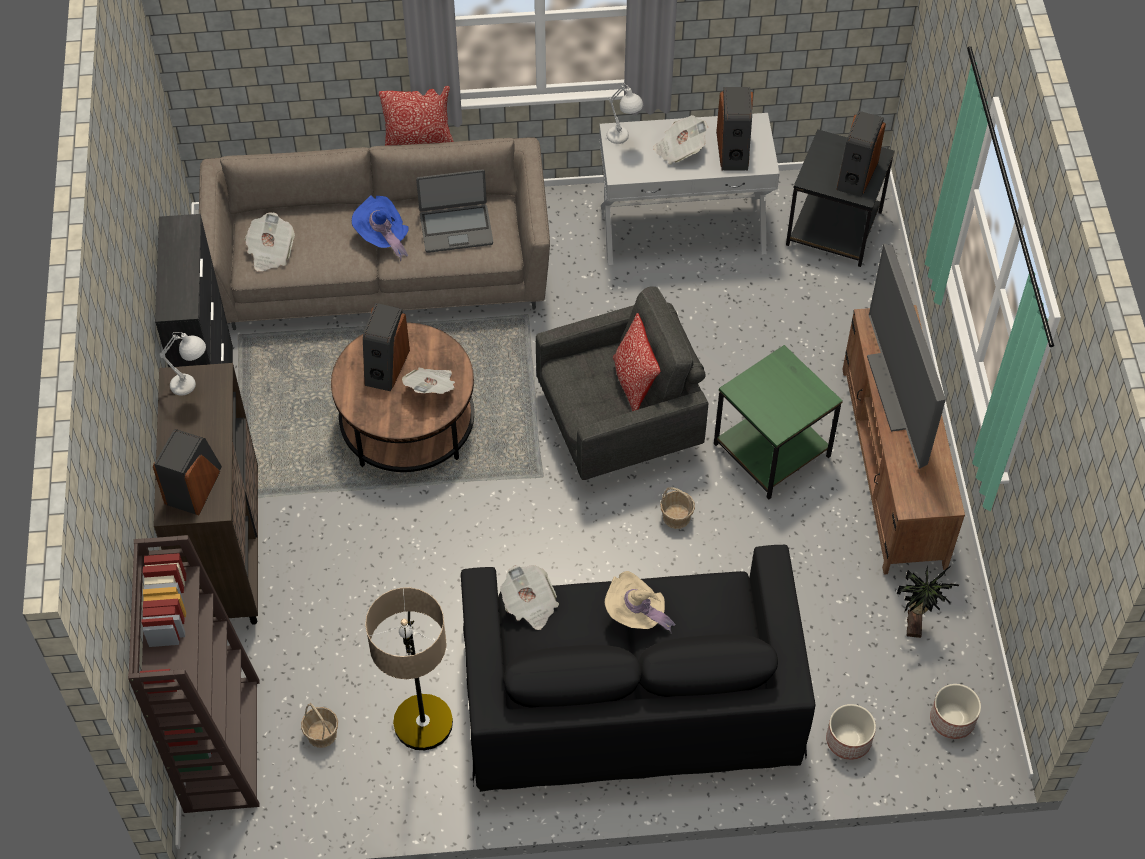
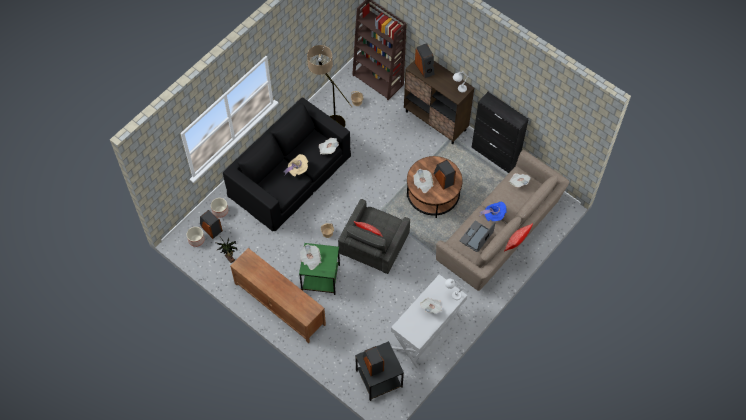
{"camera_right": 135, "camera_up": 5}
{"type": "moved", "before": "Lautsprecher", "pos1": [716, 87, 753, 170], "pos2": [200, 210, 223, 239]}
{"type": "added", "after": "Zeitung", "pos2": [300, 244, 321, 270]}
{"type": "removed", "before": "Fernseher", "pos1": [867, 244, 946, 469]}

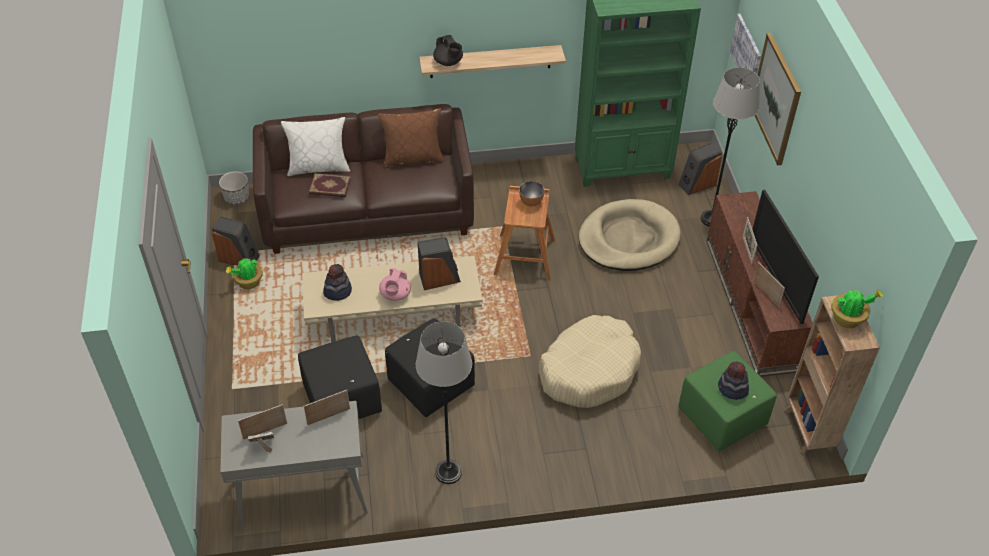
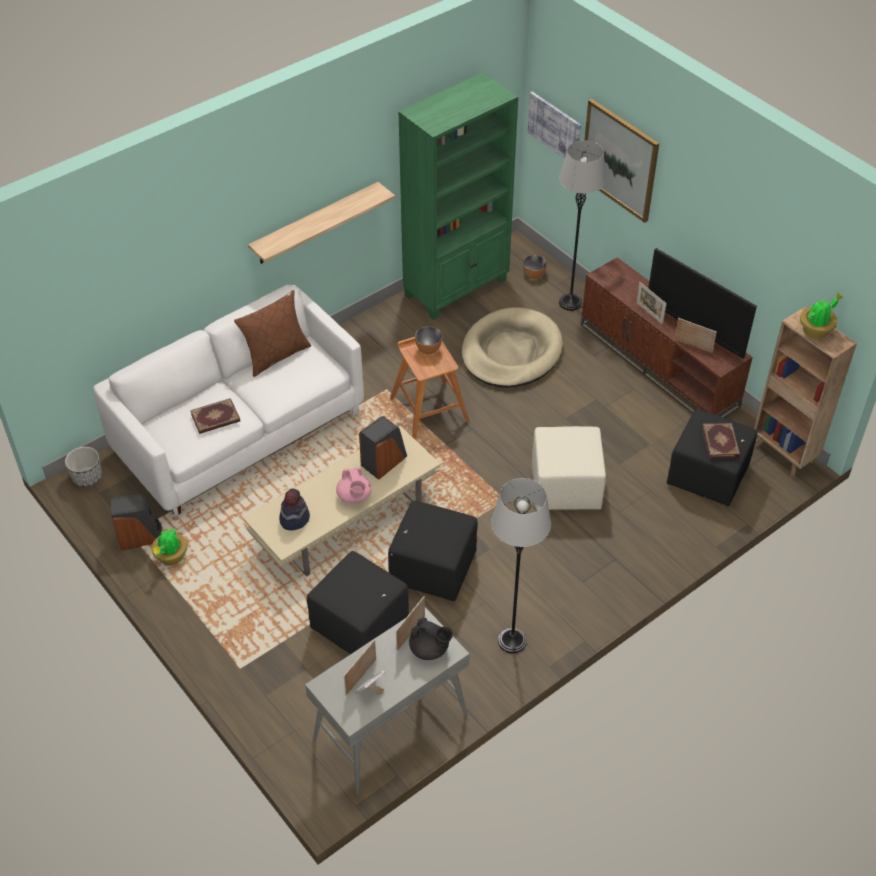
{"camera_right": -30, "camera_up": 0}
{"type": "recoloured", "before": "Sofa [braun]", "after": "Sofa [weiß]", "pos1": [253, 104, 474, 254], "pos2": [93, 285, 364, 516]}
{"type": "moved", "before": "Teekanne [schwarz]", "pos1": [433, 35, 463, 66], "pos2": [409, 618, 453, 660]}
{"type": "replaced", "before": "Lautsprecher", "after": "Schüssel", "pos1": [678, 142, 722, 195], "pos2": [523, 255, 547, 279]}
{"type": "replaced", "before": "Hundebett [beige]", "after": "Polsterhocker [beige]", "pos1": [539, 315, 641, 408], "pos2": [532, 426, 606, 510]}
{"type": "recoloured", "before": "Polsterhocker [grün]", "after": "Polsterhocker [schwarz]", "pos1": [678, 351, 777, 452], "pos2": [667, 409, 757, 506]}
{"type": "replaced", "before": "Hut", "after": "Buch", "pos1": [718, 361, 749, 400], "pos2": [702, 423, 740, 459]}
{"type": "removed", "before": "Kissen [weiß]", "pos1": [281, 117, 350, 176]}

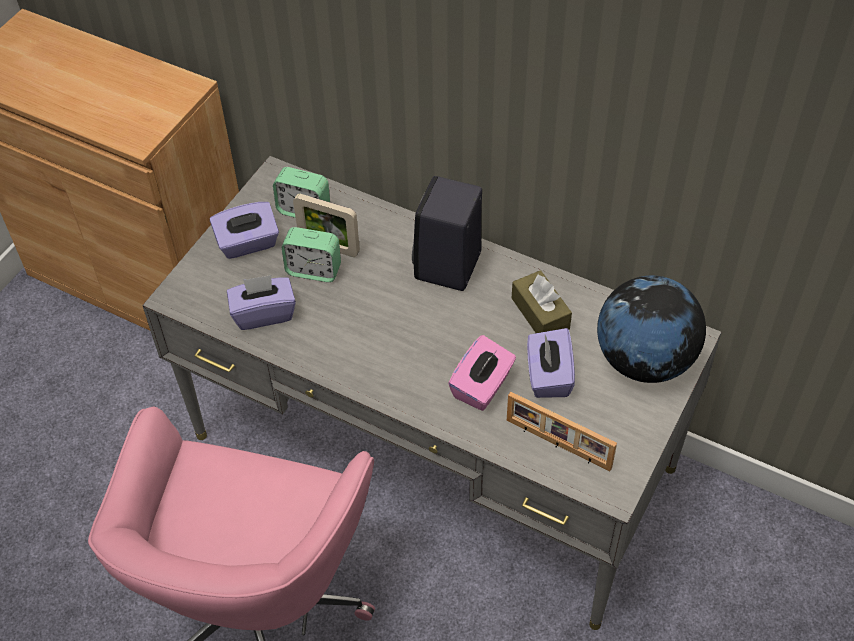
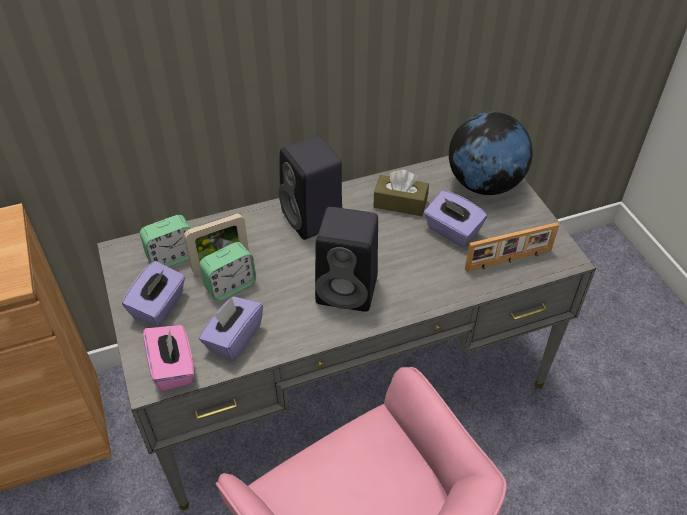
{"camera_right": -50, "camera_up": -5}
{"type": "moved", "before": "Taschentuchbox [rosa]", "pos1": [448, 335, 516, 411], "pos2": [143, 325, 194, 392]}
{"type": "added", "after": "Lautsprecher [schwarz]", "pos2": [315, 207, 378, 312]}

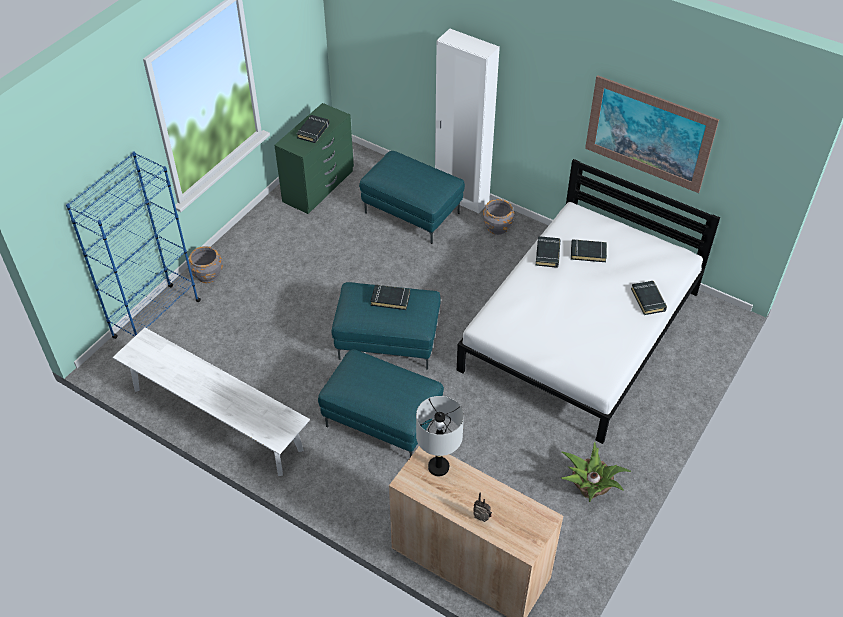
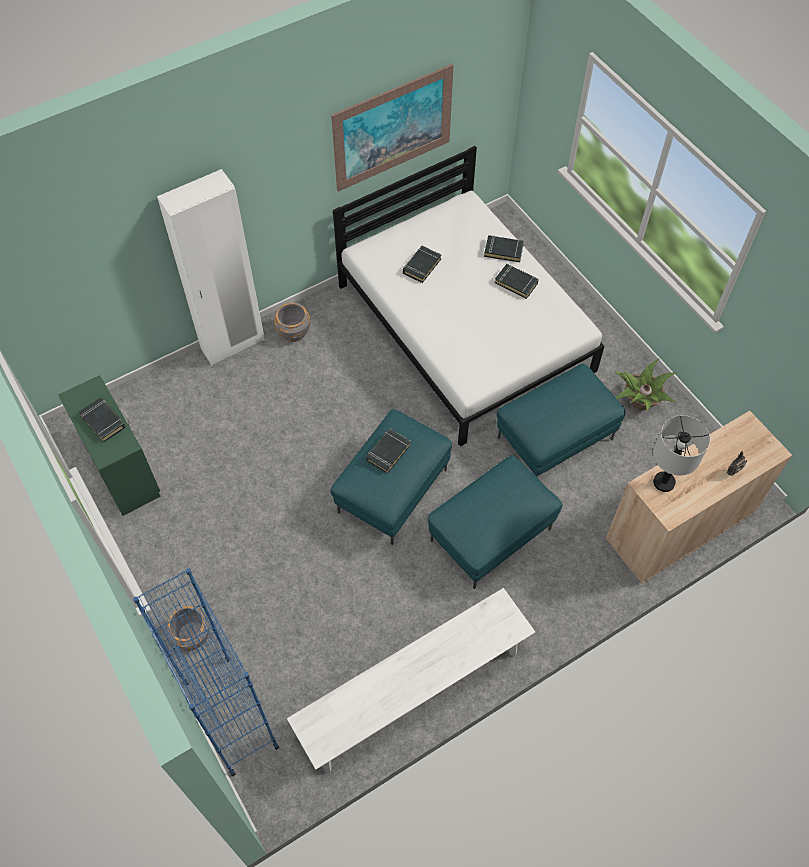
{"camera_right": -65, "camera_up": 10}
{"type": "moved", "before": "Buch [schwarz]", "pos1": [535, 236, 561, 268], "pos2": [495, 264, 539, 299]}
{"type": "moved", "before": "Polsterhocker [türkis]", "pos1": [359, 151, 465, 244], "pos2": [497, 363, 626, 477]}

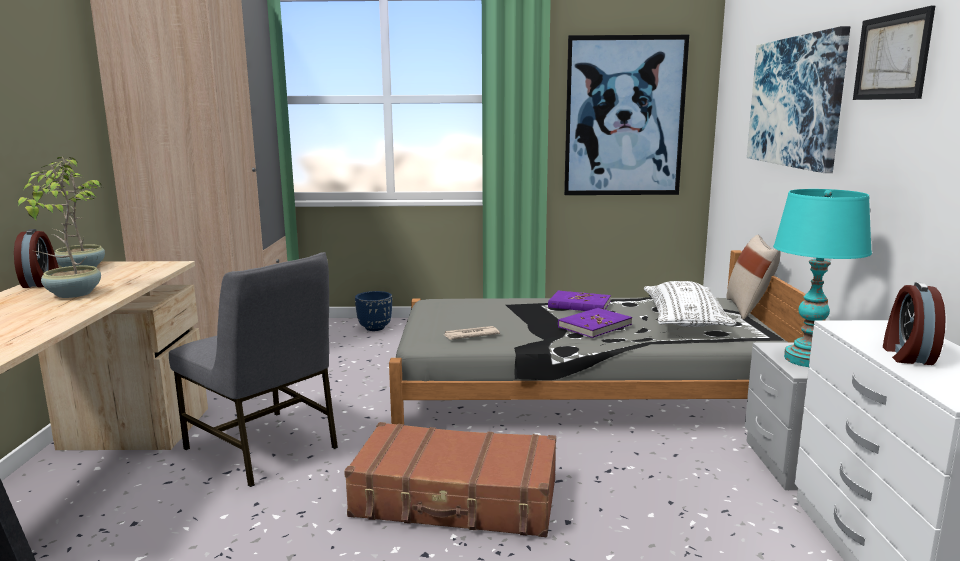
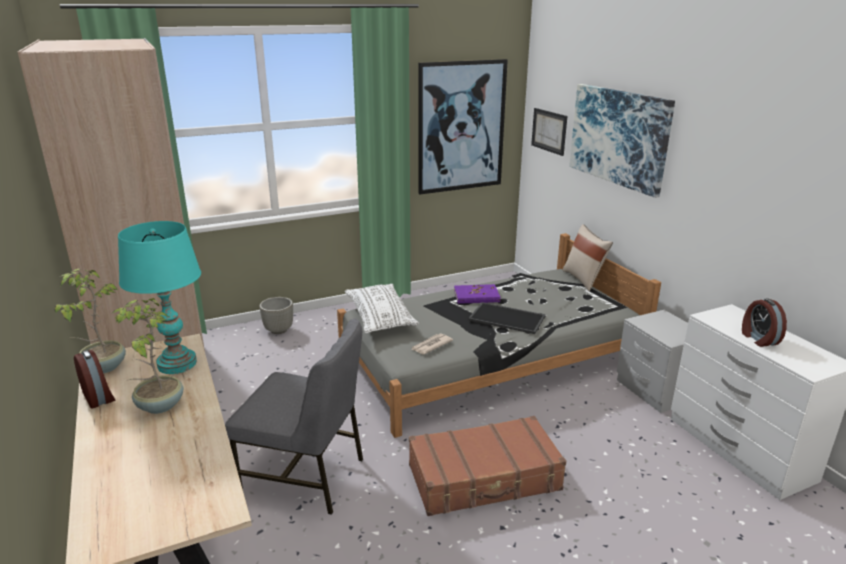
{"camera_right": -25, "camera_up": 10}
{"type": "moved", "before": "Tischlampe [türkis]", "pos1": [773, 189, 872, 367], "pos2": [118, 221, 201, 374]}
{"type": "recoloured", "before": "Pflanzkübel [blau]", "after": "Pflanzkübel [grau]", "pos1": [355, 291, 392, 331], "pos2": [259, 297, 293, 334]}
{"type": "moved", "before": "Kissen [weiß]", "pos1": [644, 281, 737, 327], "pos2": [345, 284, 419, 334]}
{"type": "replaced", "before": "Buch [lila]", "after": "Tablett", "pos1": [558, 308, 632, 338], "pos2": [468, 302, 546, 334]}
{"type": "moved", "before": "Bild", "pos1": [853, 6, 935, 100], "pos2": [531, 108, 567, 156]}

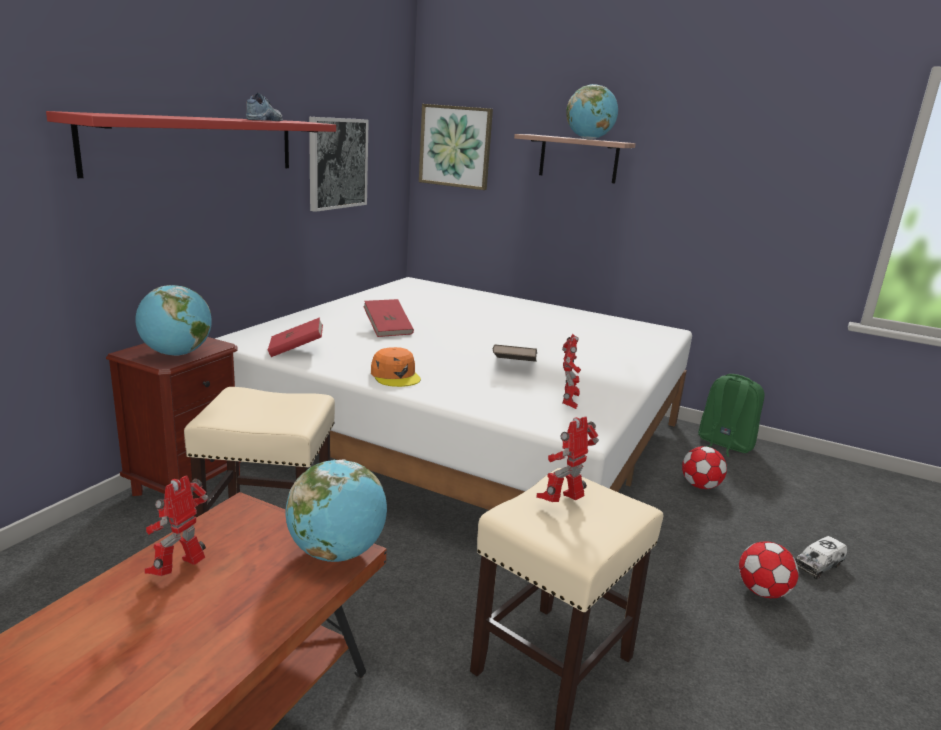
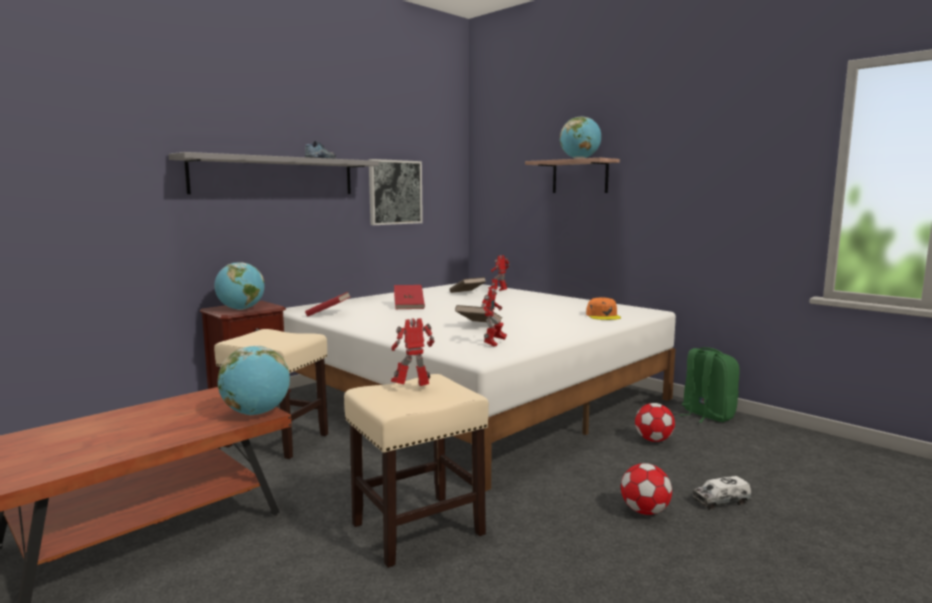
{"camera_right": 20, "camera_up": -10}
{"type": "recoloured", "before": "Wandregal [rot]", "after": "Wandregal [grau]", "pos1": [46, 111, 336, 178], "pos2": [169, 152, 379, 194]}
{"type": "added", "after": "Buch [braun]", "pos2": [450, 277, 486, 293]}
{"type": "moved", "before": "Spielzeugroboter", "pos1": [145, 475, 209, 576], "pos2": [488, 255, 510, 291]}
{"type": "moved", "before": "Kappe [orange]", "pos1": [371, 347, 421, 387], "pos2": [586, 297, 621, 320]}
{"type": "removed", "before": "Bild", "pos1": [419, 104, 493, 190]}

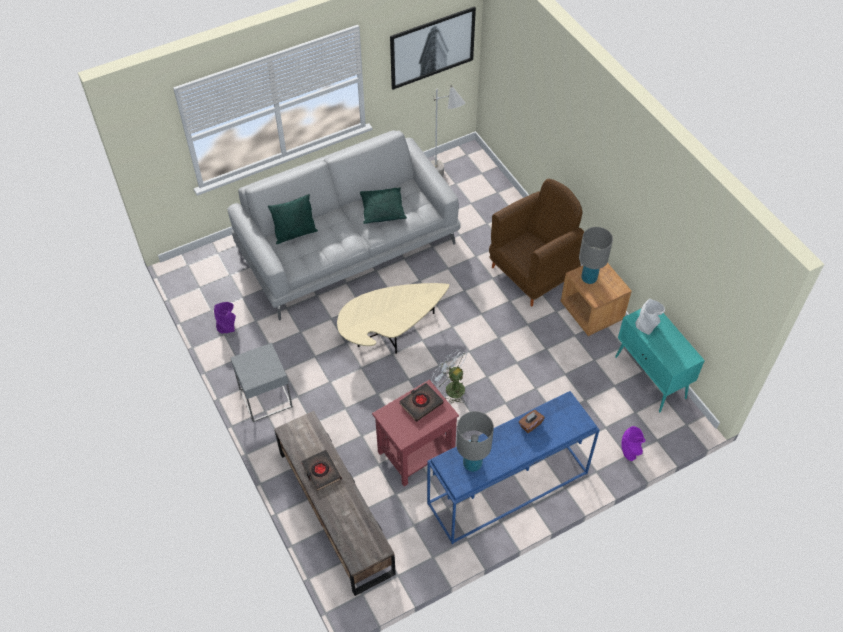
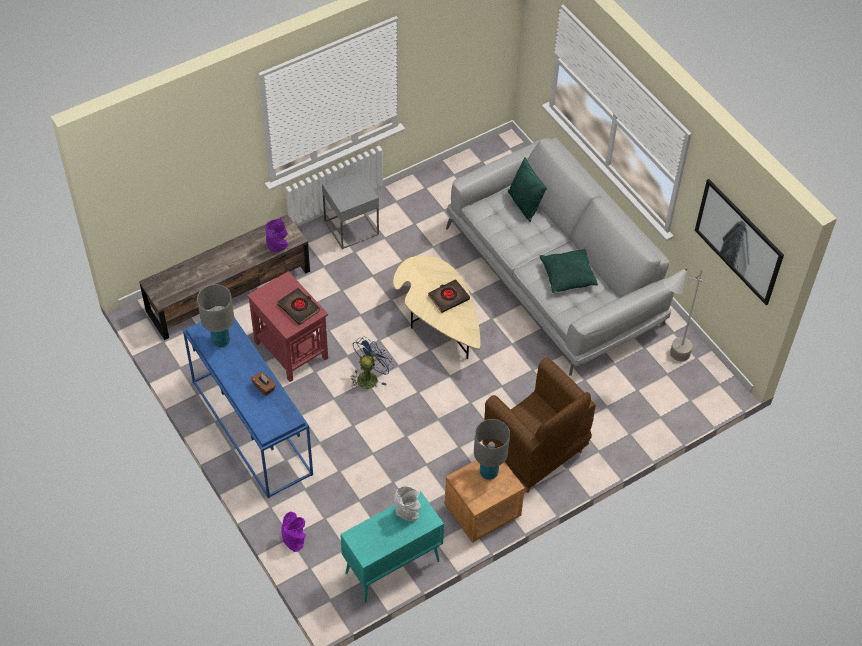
{"camera_right": 85, "camera_up": 0}
{"type": "moved", "before": "Vase [lila]", "pos1": [214, 302, 236, 333], "pos2": [265, 218, 288, 253]}
{"type": "recoloured", "before": "Ventilator [weiß]", "after": "Ventilator [blau]", "pos1": [431, 349, 467, 404], "pos2": [351, 337, 394, 389]}
{"type": "moved", "before": "Buch [schwarz]", "pos1": [301, 450, 342, 491], "pos2": [428, 279, 470, 313]}

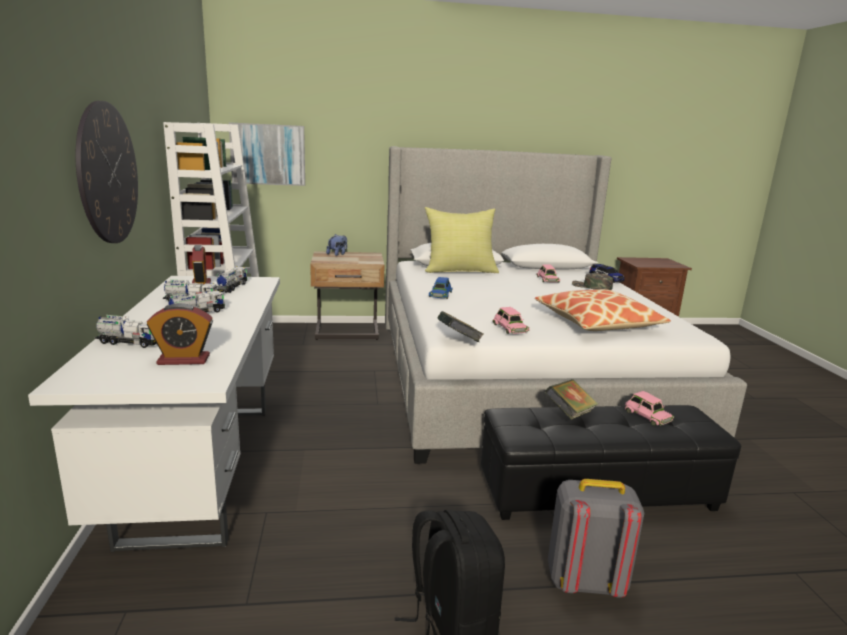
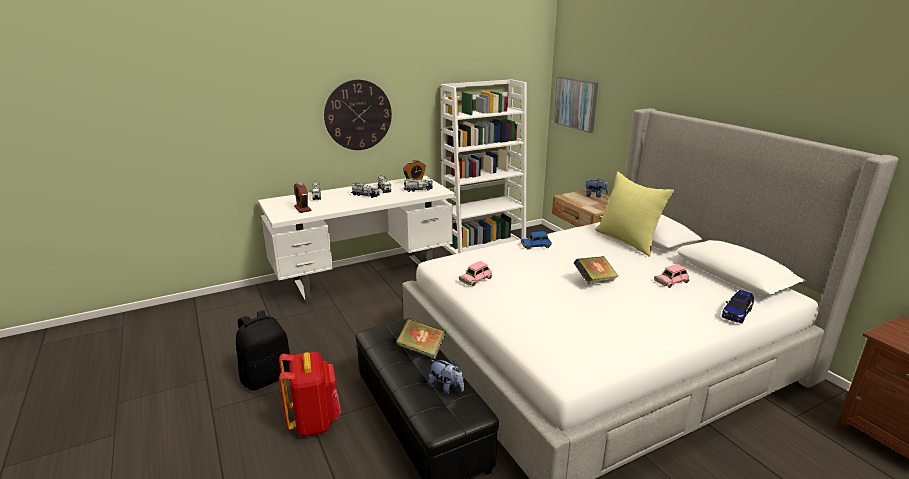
{"camera_right": 70, "camera_up": 5}
{"type": "recoloured", "before": "Rucksack [grau]", "after": "Rucksack [rot]", "pos1": [548, 479, 644, 598], "pos2": [279, 352, 341, 437]}
{"type": "replaced", "before": "Spielzeugauto [rosa]", "after": "Plüschtier", "pos1": [625, 391, 674, 426], "pos2": [429, 360, 464, 394]}
{"type": "moved", "before": "Buch", "pos1": [437, 311, 484, 342], "pos2": [574, 256, 619, 284]}
{"type": "removed", "before": "Kissen", "pos1": [535, 289, 671, 331]}
{"type": "removed", "before": "Kappe [grün]", "pos1": [572, 273, 613, 290]}

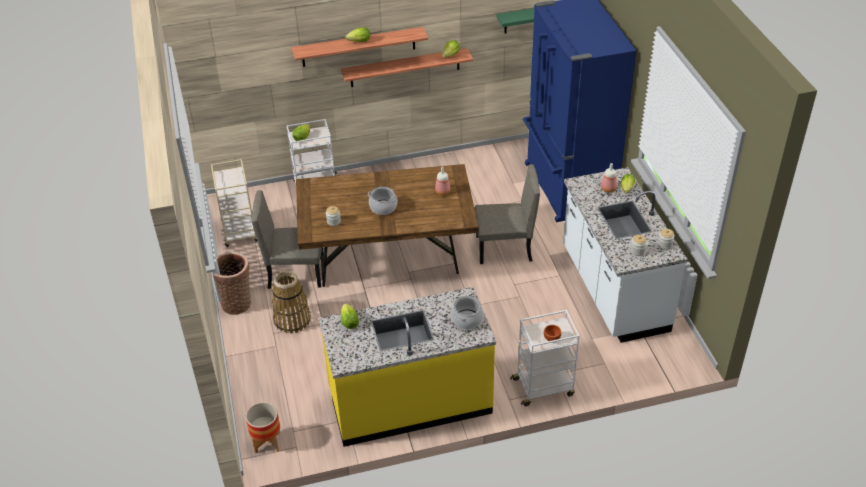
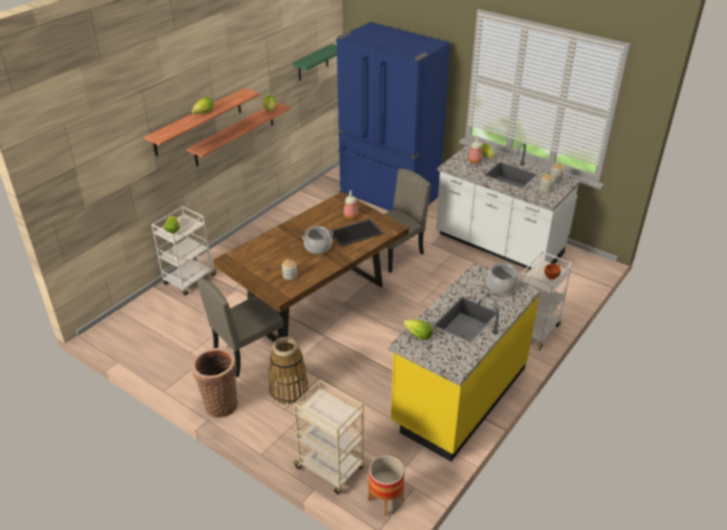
{"camera_right": -40, "camera_up": -5}
{"type": "moved", "before": "Rollwagen [beige]", "pos1": [211, 159, 257, 247], "pos2": [292, 380, 365, 495]}
{"type": "added", "after": "Tablett", "pos2": [330, 219, 383, 247]}

